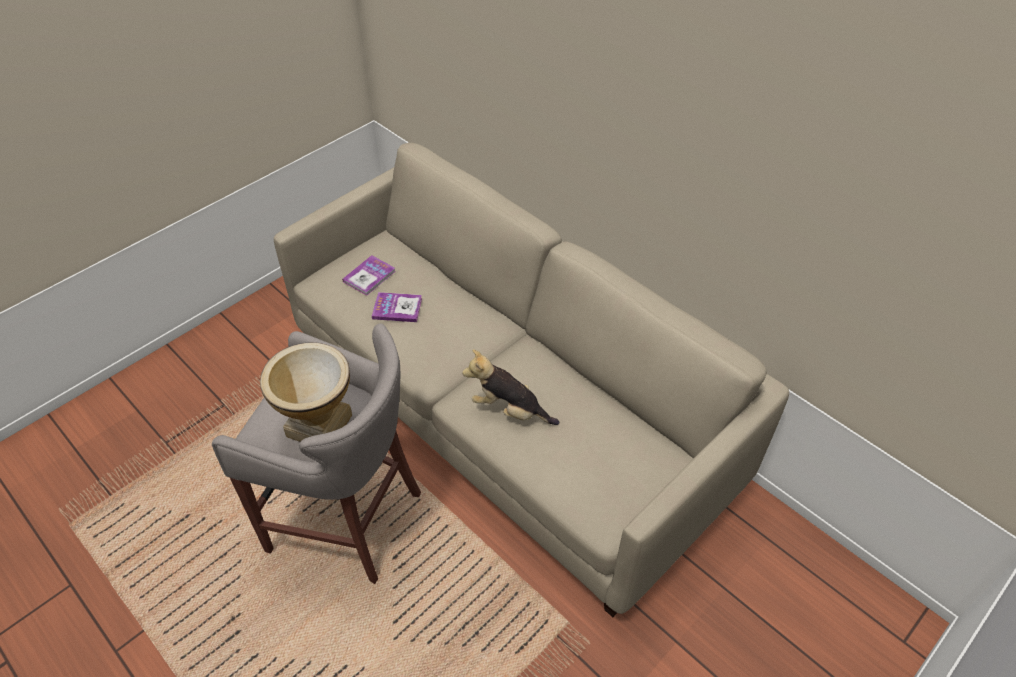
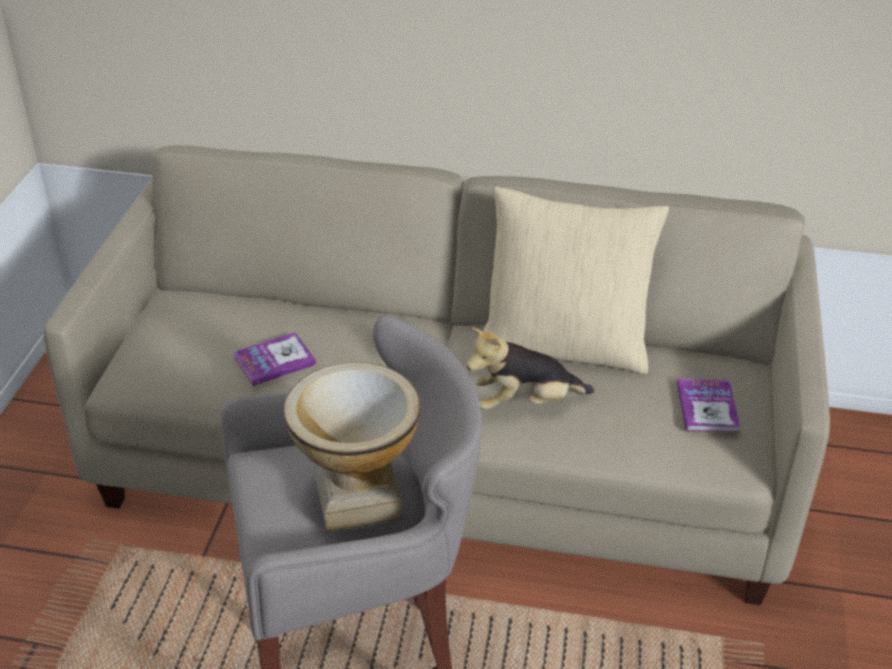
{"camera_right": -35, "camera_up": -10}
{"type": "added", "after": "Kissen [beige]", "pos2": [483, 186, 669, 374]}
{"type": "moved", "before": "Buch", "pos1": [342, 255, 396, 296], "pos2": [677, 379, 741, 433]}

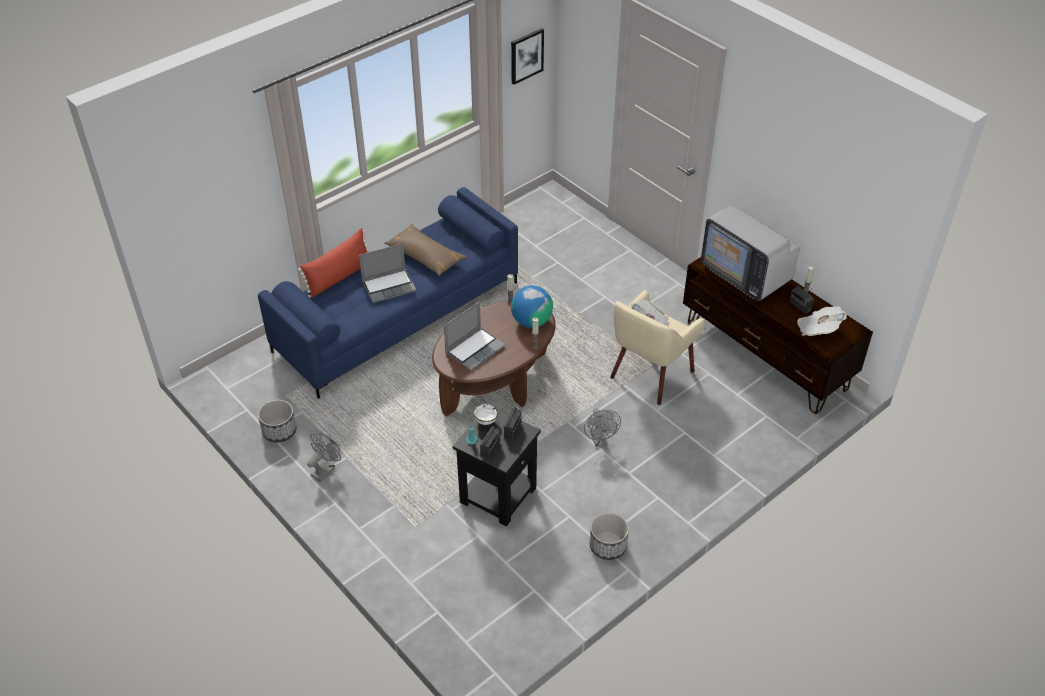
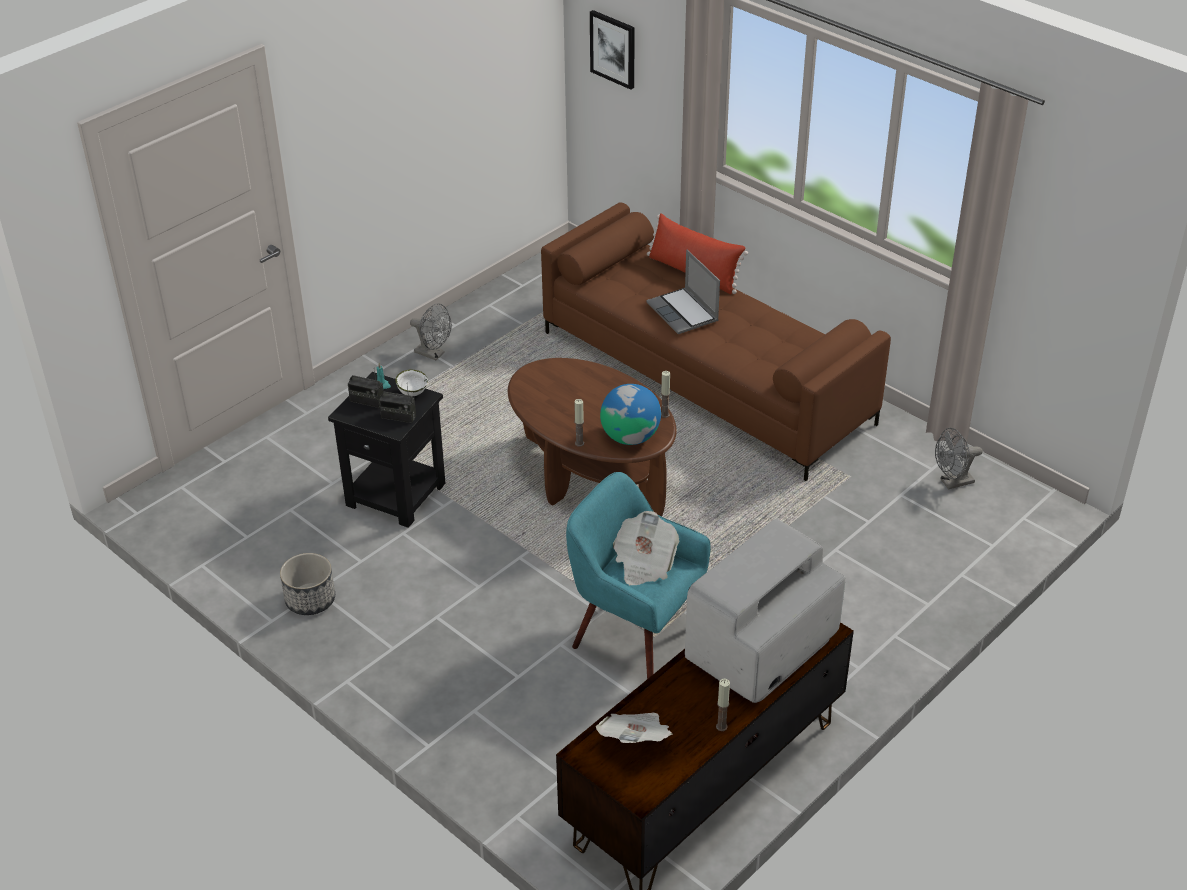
{"camera_right": 85, "camera_up": -5}
{"type": "recoloured", "before": "Sofa [blau]", "after": "Sofa [braun]", "pos1": [258, 187, 518, 399], "pos2": [541, 203, 891, 481]}
{"type": "recoloured", "before": "Sessel [beige]", "after": "Sessel [türkis]", "pos1": [610, 290, 705, 405], "pos2": [566, 472, 711, 679]}
{"type": "moved", "before": "Bild", "pos1": [511, 28, 544, 85], "pos2": [590, 10, 635, 90]}
{"type": "moved", "before": "Ventilator [grau]", "pos1": [584, 408, 621, 447], "pos2": [935, 428, 982, 490]}
{"type": "removed", "before": "Pflanzkübel", "pos1": [258, 400, 297, 442]}
{"type": "removed", "before": "Kissen [braun]", "pos1": [384, 224, 467, 276]}
{"type": "removed", "before": "Laptop", "pos1": [444, 301, 506, 371]}
{"type": "removed", "before": "Radio", "pos1": [790, 286, 814, 314]}

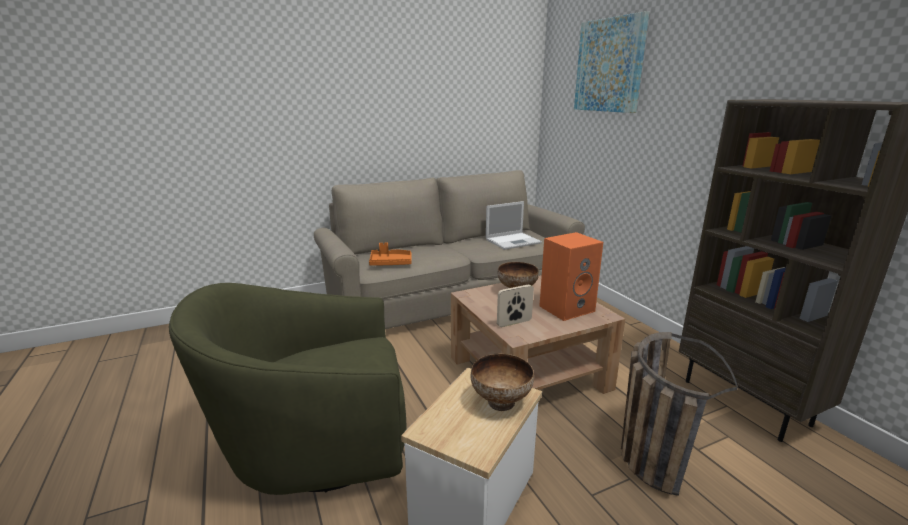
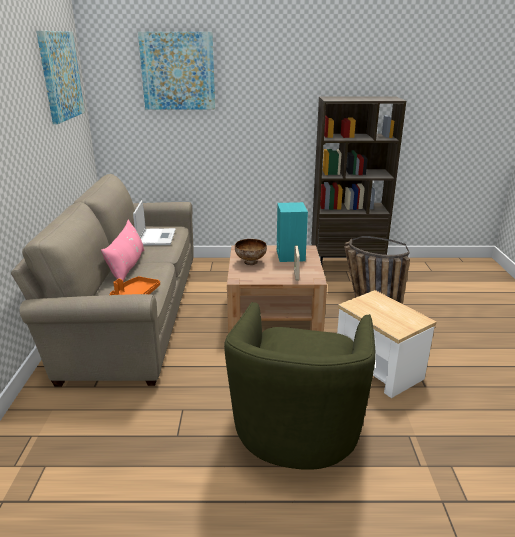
{"camera_right": -65, "camera_up": 5}
{"type": "added", "after": "Bild", "pos2": [36, 31, 85, 124]}
{"type": "added", "after": "Kissen [rosa]", "pos2": [101, 220, 144, 282]}
{"type": "recoloured", "before": "Lautsprecher [orange]", "after": "Lautsprecher [türkis]", "pos1": [539, 232, 603, 321], "pos2": [277, 202, 308, 262]}
{"type": "removed", "before": "Schüssel", "pos1": [470, 354, 534, 411]}

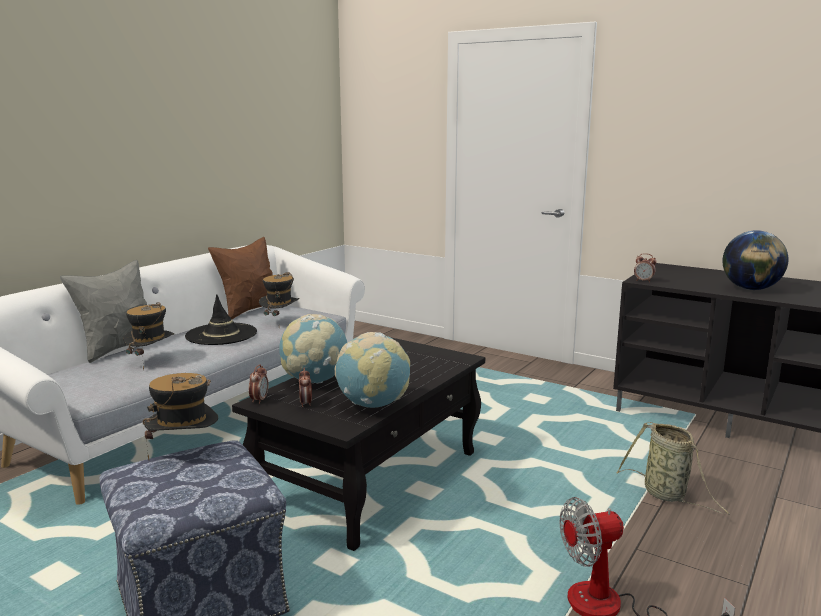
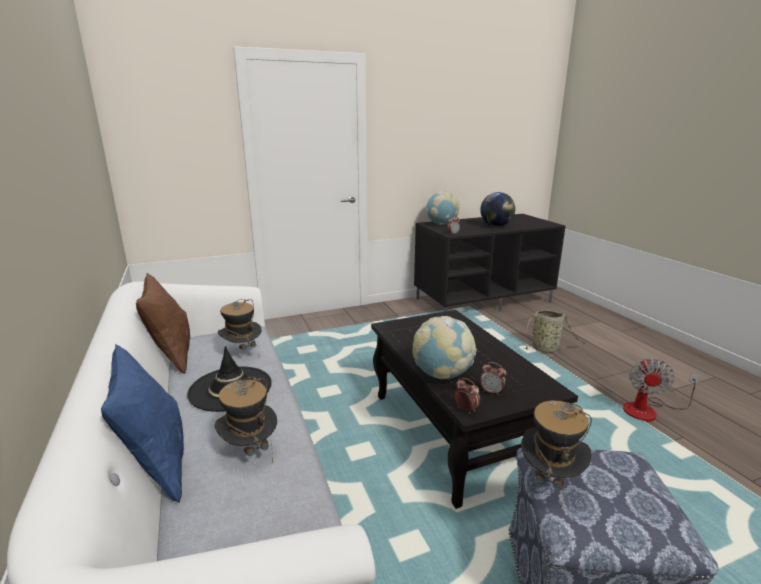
{"camera_right": -55, "camera_up": 5}
{"type": "recoloured", "before": "Kissen [grau]", "after": "Kissen [blau]", "pos1": [60, 260, 163, 363], "pos2": [101, 344, 184, 503]}
{"type": "moved", "before": "Globus", "pos1": [335, 332, 410, 408], "pos2": [426, 191, 459, 225]}

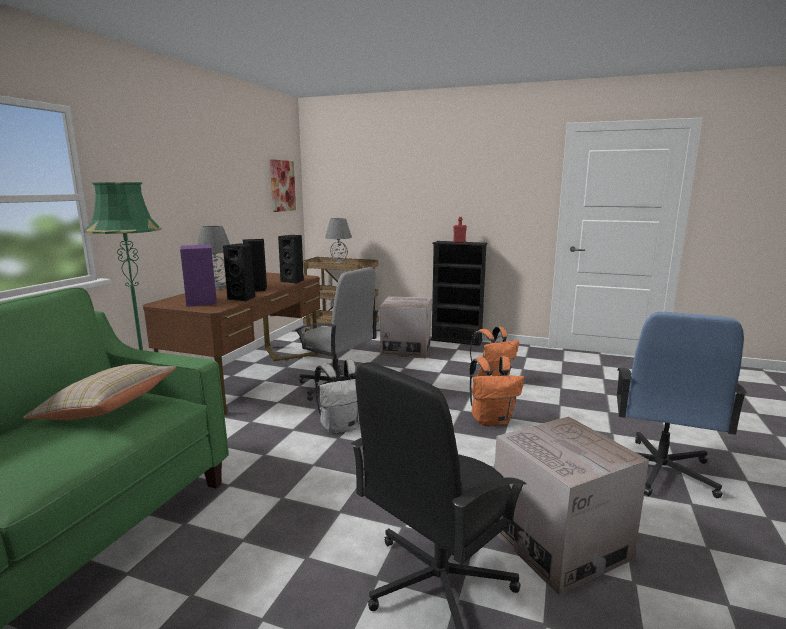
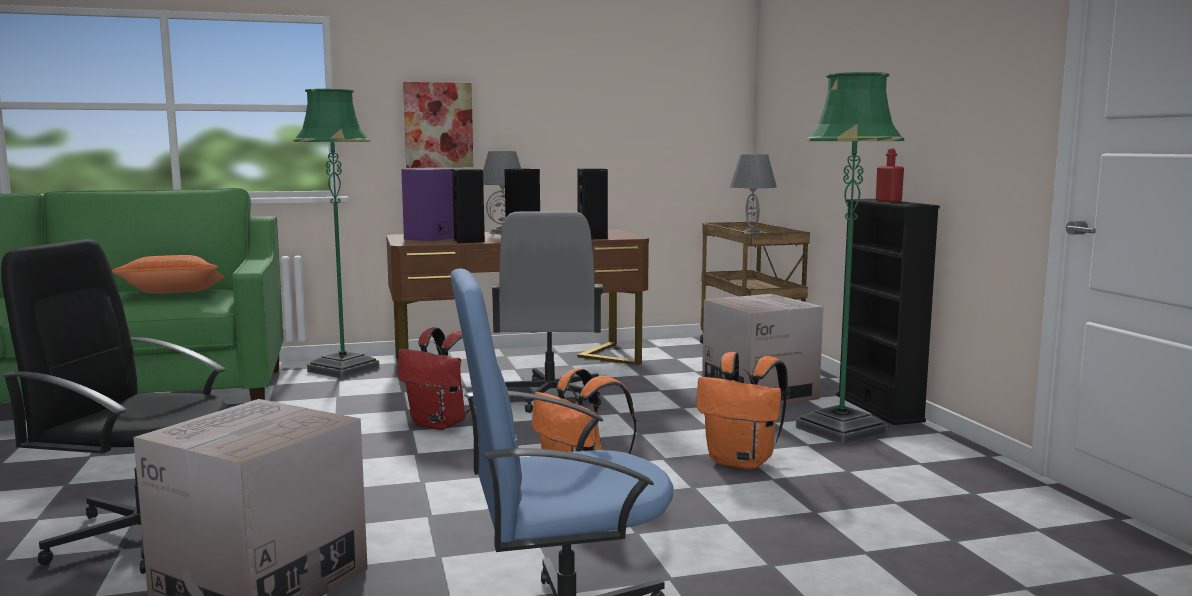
{"camera_right": 55, "camera_up": -5}
{"type": "recoloured", "before": "Kissen [beige]", "after": "Kissen [orange]", "pos1": [23, 364, 176, 420], "pos2": [112, 255, 225, 294]}
{"type": "recoloured", "before": "Rucksack [weiß]", "after": "Rucksack [rot]", "pos1": [314, 360, 360, 434], "pos2": [398, 327, 475, 430]}
{"type": "moved", "before": "Bild", "pos1": [270, 159, 296, 212], "pos2": [403, 82, 473, 168]}
{"type": "added", "after": "Stehlampe [grün]", "pos2": [796, 72, 904, 445]}

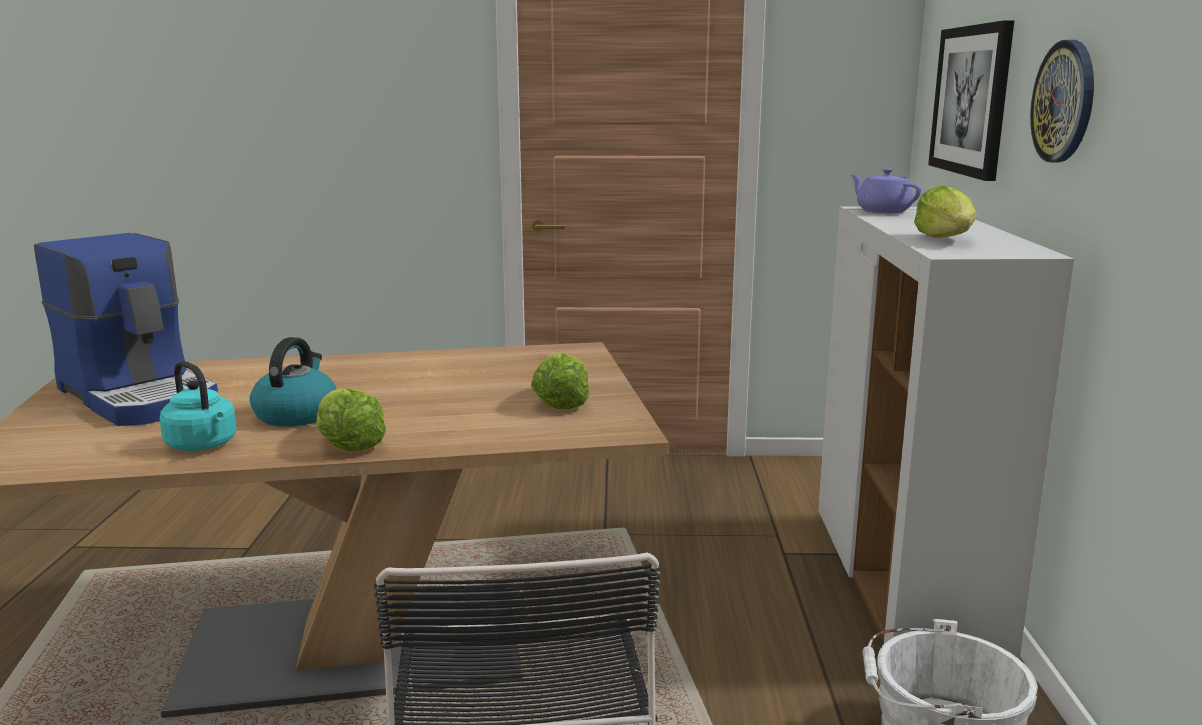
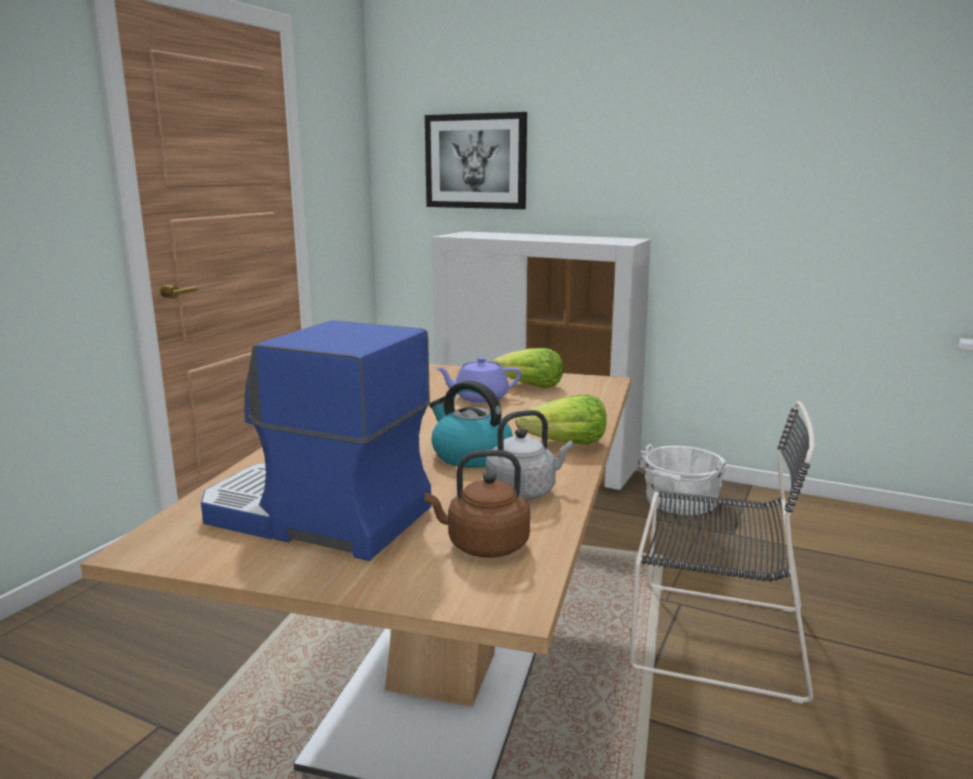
{"camera_right": -65, "camera_up": 0}
{"type": "turned", "before": "Kaffeemaschine", "pos1": [34, 233, 218, 426], "pos2": [201, 320, 431, 561], "turn": -135}
{"type": "added", "after": "Wasserkessel [braun]", "pos2": [425, 450, 530, 558]}
{"type": "moved", "before": "Teekanne [lila]", "pos1": [850, 168, 921, 213], "pos2": [435, 357, 521, 403]}
{"type": "recoloured", "before": "Wasserkessel [türkis]", "after": "Wasserkessel [grau]", "pos1": [160, 361, 237, 451], "pos2": [486, 410, 574, 500]}
{"type": "removed", "before": "Salatkopf", "pos1": [914, 185, 977, 238]}
{"type": "removed", "before": "Wanduhr", "pos1": [1030, 40, 1094, 162]}

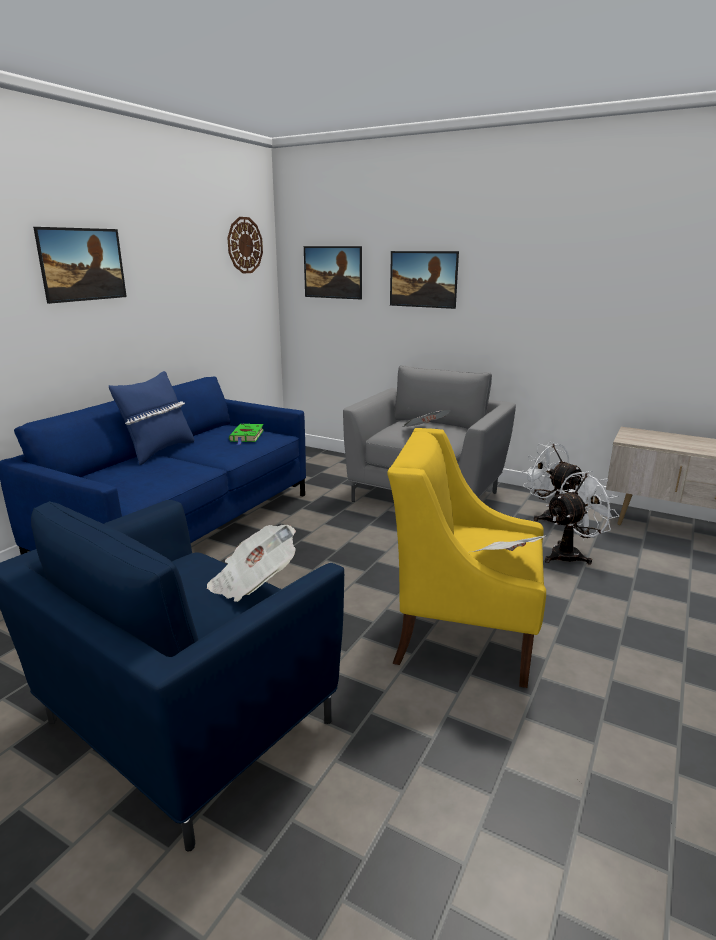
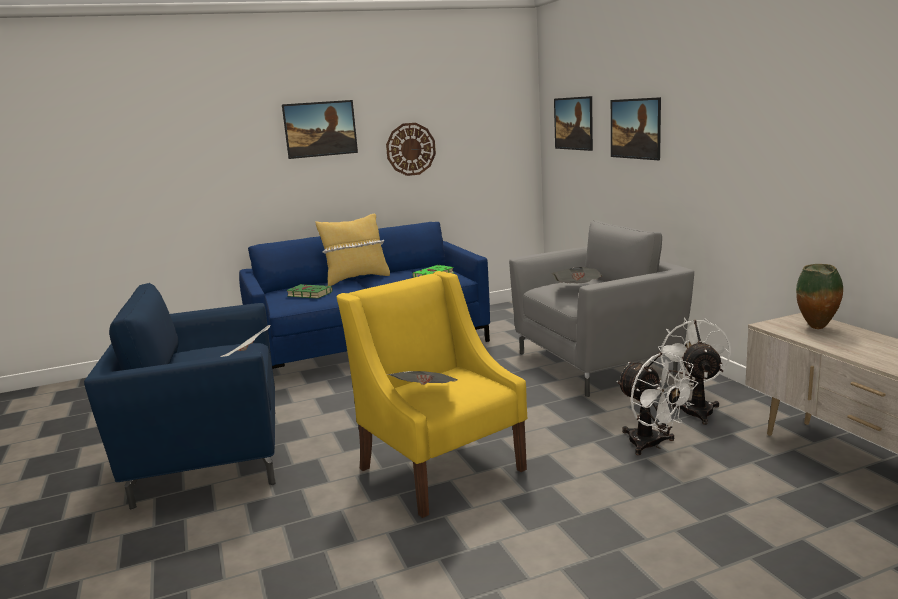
{"camera_right": 40, "camera_up": -5}
{"type": "added", "after": "Buch [grün]", "pos2": [286, 284, 333, 299]}
{"type": "recoloured", "before": "Kissen [blau]", "after": "Kissen [gelb]", "pos1": [109, 371, 194, 465], "pos2": [315, 214, 390, 286]}
{"type": "moved", "before": "Wanduhr", "pos1": [227, 217, 263, 274], "pos2": [386, 123, 436, 176]}
{"type": "turned", "before": "Ventilator [weiß]", "pos1": [545, 471, 619, 564], "pos2": [616, 352, 699, 455], "turn": 45}
{"type": "added", "after": "Vase", "pos2": [796, 264, 843, 329]}

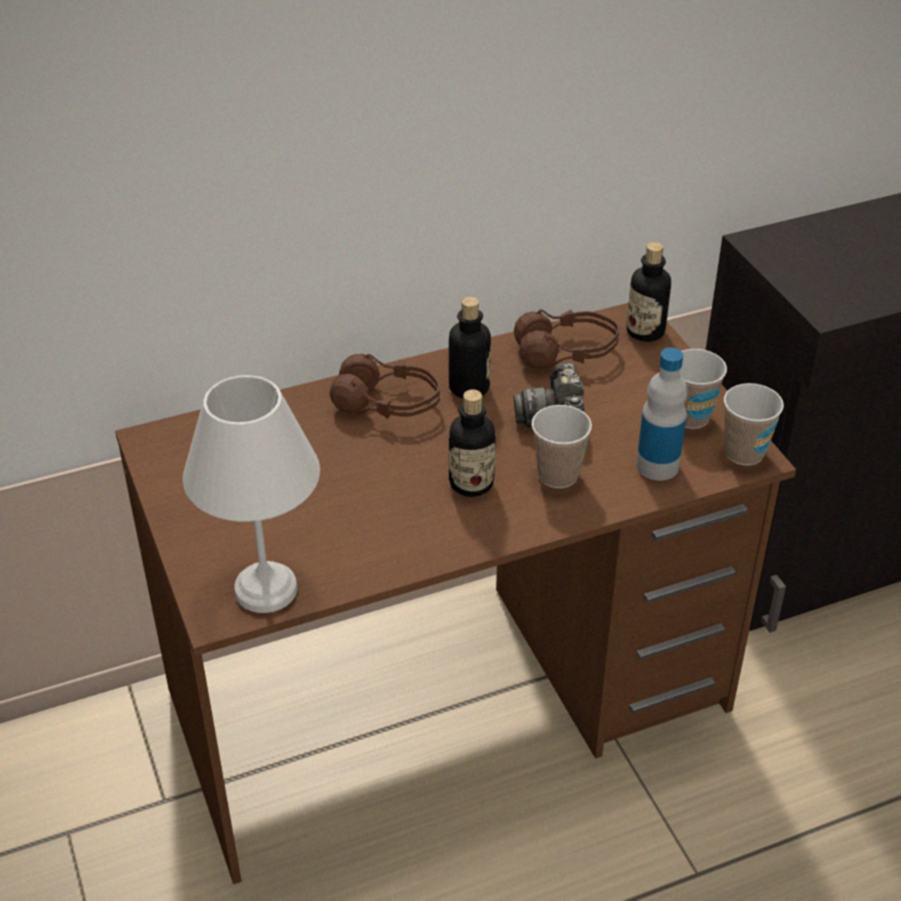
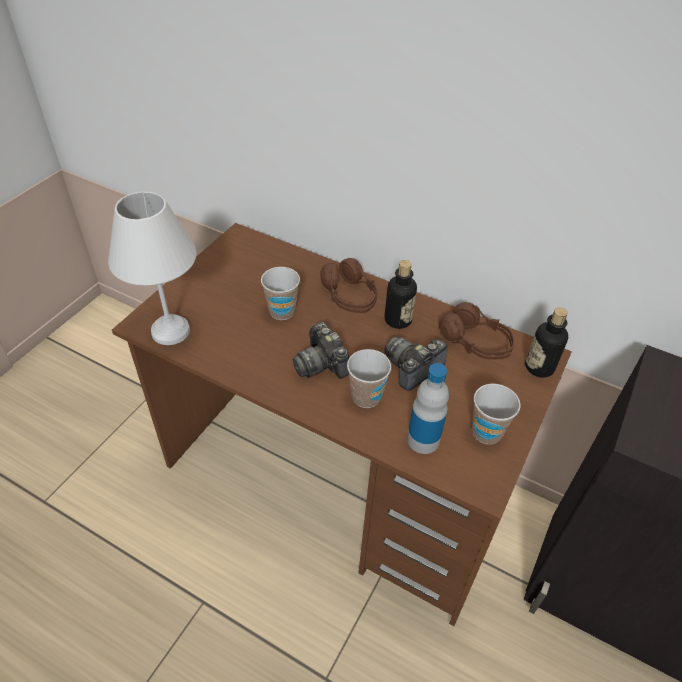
{"camera_right": 50, "camera_up": 5}
{"type": "moved", "before": "Tasse", "pos1": [724, 383, 784, 466], "pos2": [261, 267, 300, 320]}
{"type": "replaced", "before": "Flasche", "after": "Kamera", "pos1": [449, 389, 496, 497], "pos2": [293, 322, 349, 379]}

